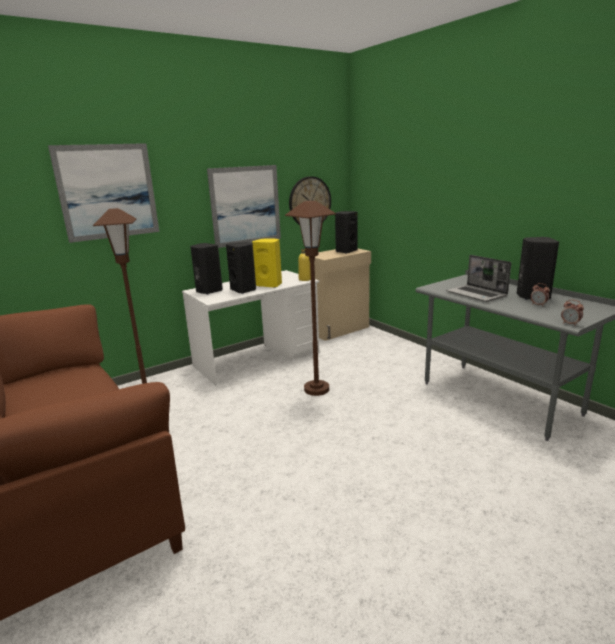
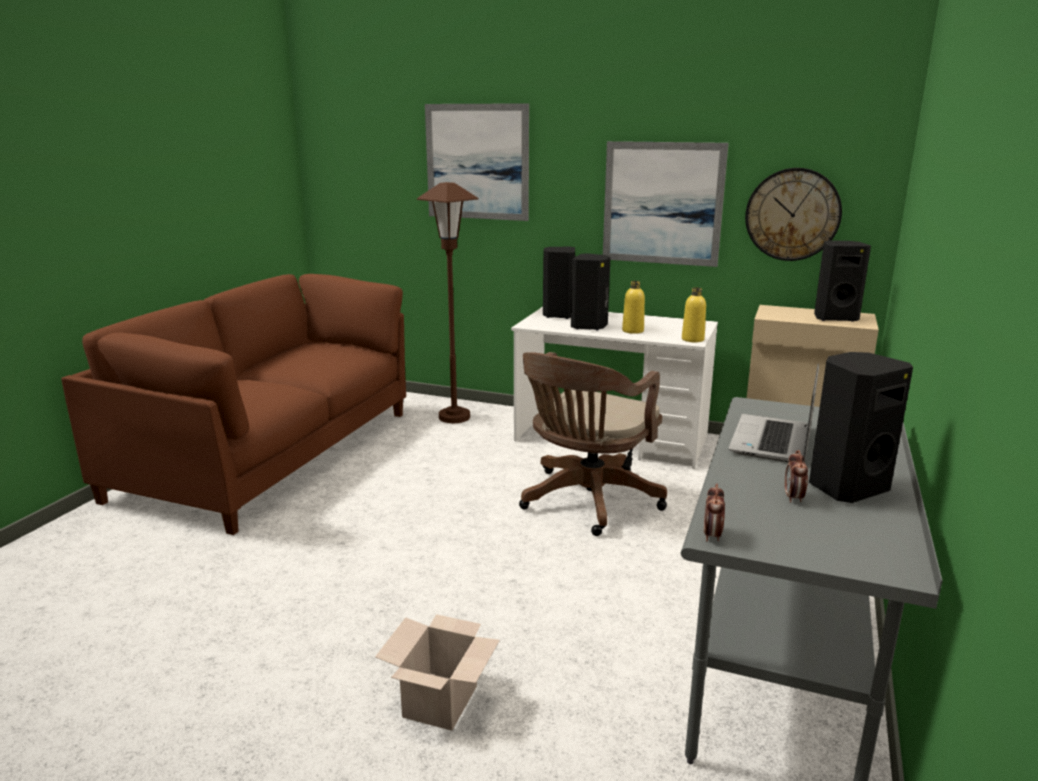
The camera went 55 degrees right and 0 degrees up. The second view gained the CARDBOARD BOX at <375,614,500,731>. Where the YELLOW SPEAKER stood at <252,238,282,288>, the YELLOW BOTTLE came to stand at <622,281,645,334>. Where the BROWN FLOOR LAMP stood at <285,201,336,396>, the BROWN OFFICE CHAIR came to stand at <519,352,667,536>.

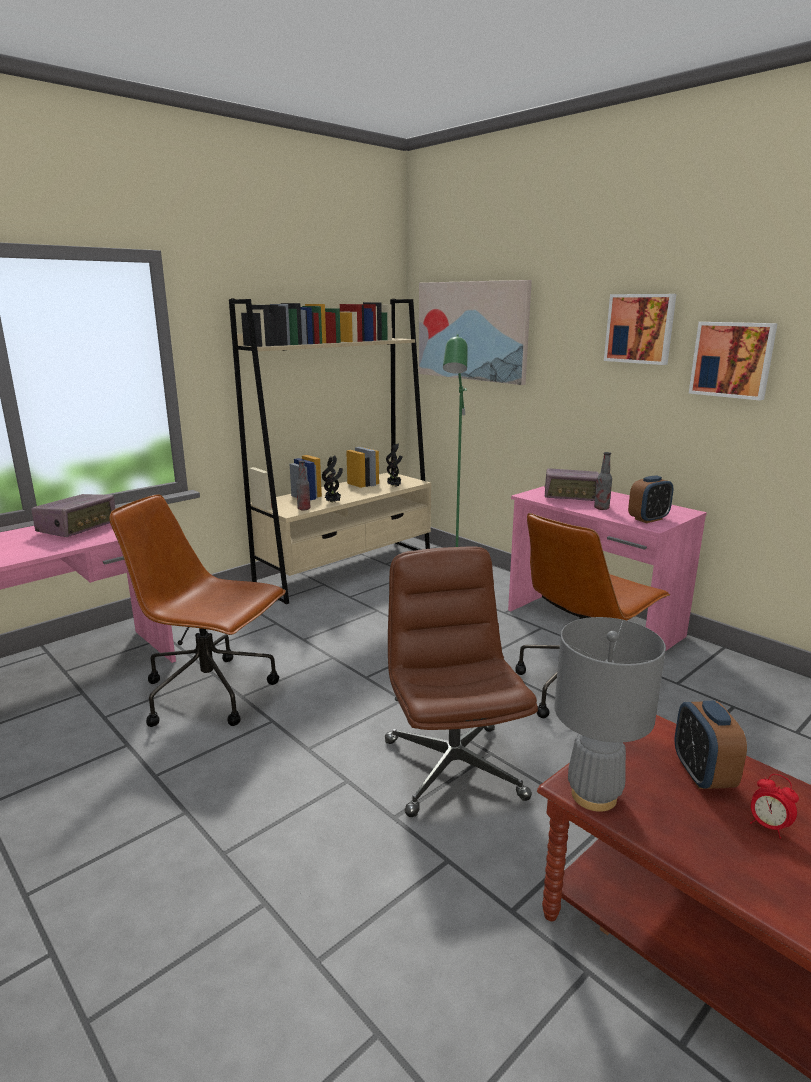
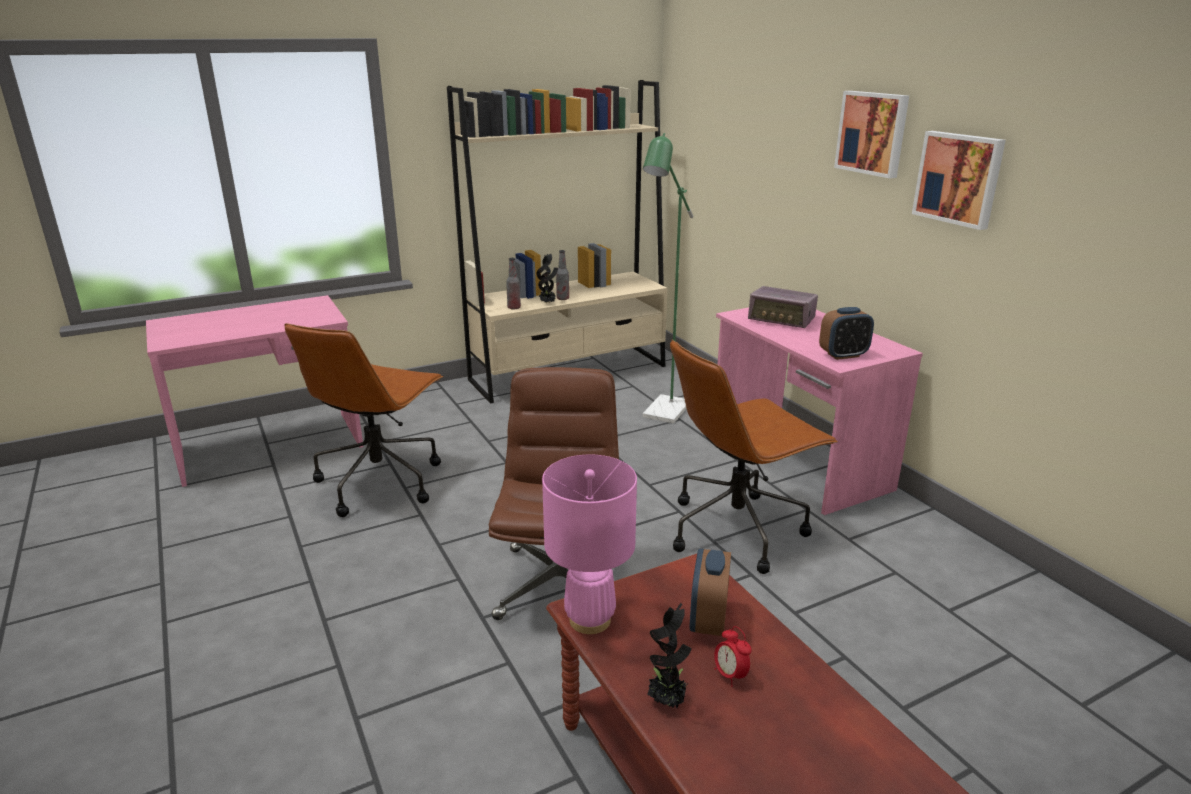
The camera went 15 degrees right and 5 degrees up. The second view lost the RADIO at <31,494,115,537>. The second view lost the PICTURE at <419,280,532,385>. The POTTED PLANT ended up elsewhere, having gone from <386,443,403,487> to <647,603,692,708>. The BOTTLE ended up elsewhere, having gone from <594,452,612,510> to <556,250,569,300>. What was the GREY TABLE LAMP at <554,617,666,812> turned into the PINK TABLE LAMP at <542,454,637,634>. The BROWN OFFICE CHAIR at <109,494,286,727> ended up facing another way, 105 degrees counterclockwise from before.

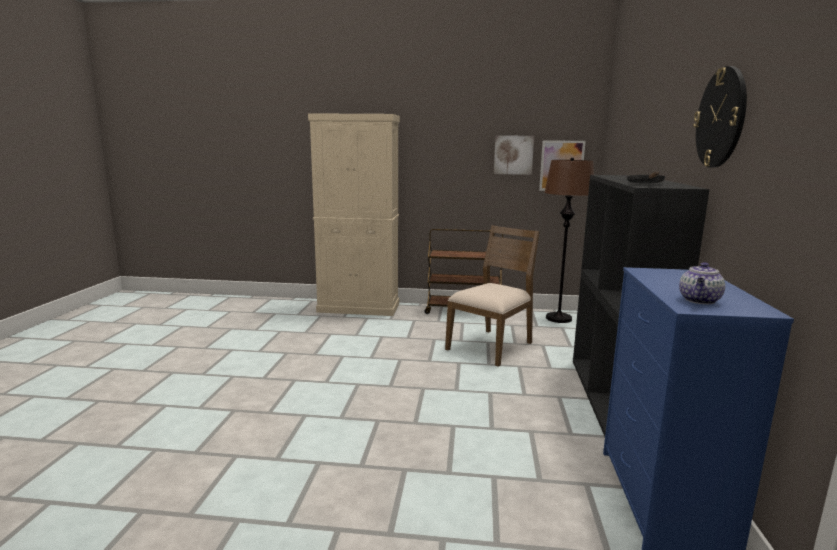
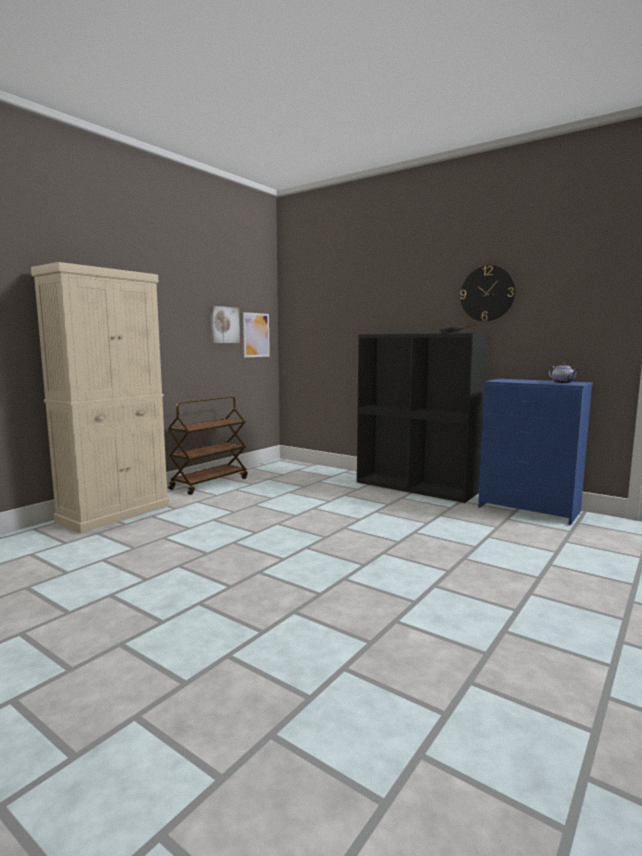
The camera went 60 degrees left and 5 degrees down. The second view lost the BROWN CHAIR at <445,225,540,367>. The second view lost the BROWN FLOOR LAMP at <545,157,594,323>.

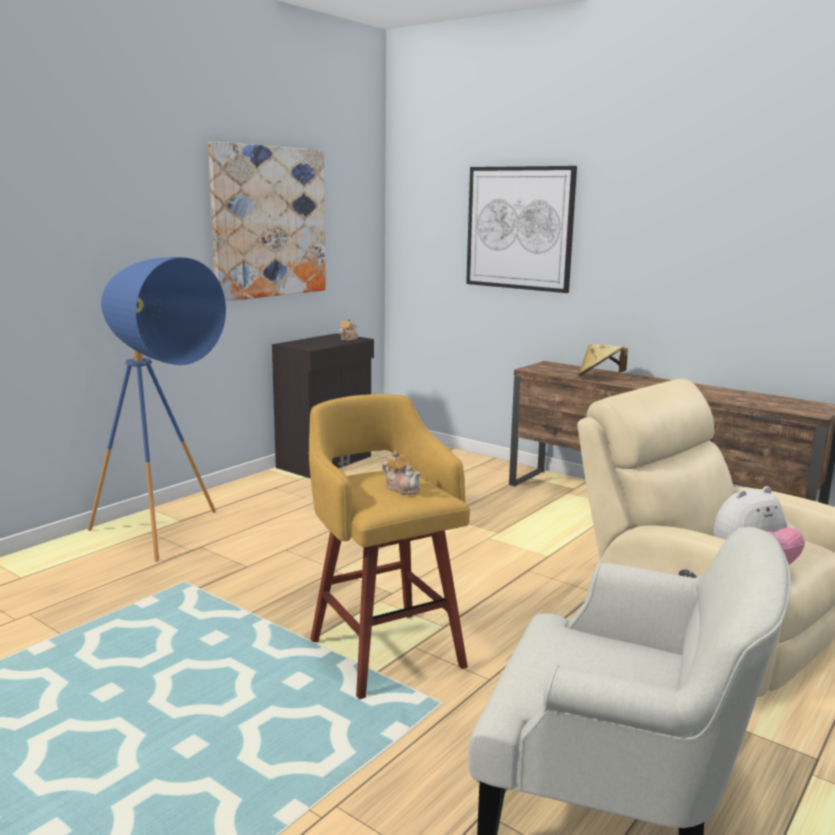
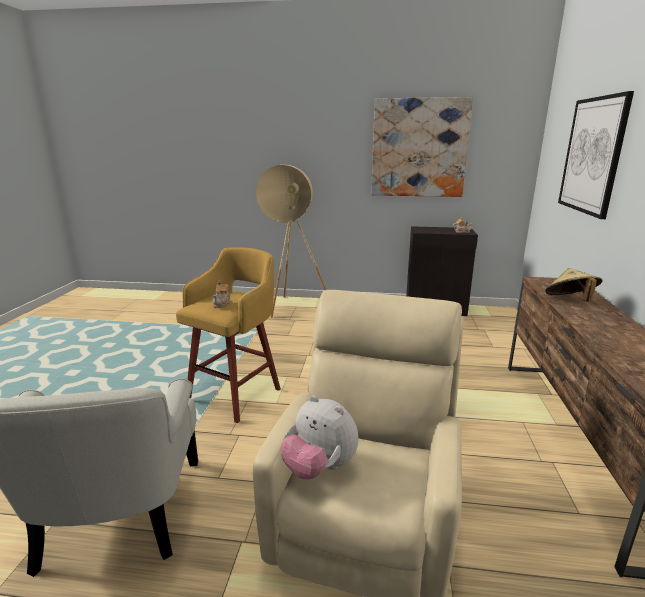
The camera went 60 degrees right and 5 degrees up. What was the BLUE FLOOR LAMP at <88,257,226,562> turned into the BEIGE FLOOR LAMP at <256,165,326,318>.

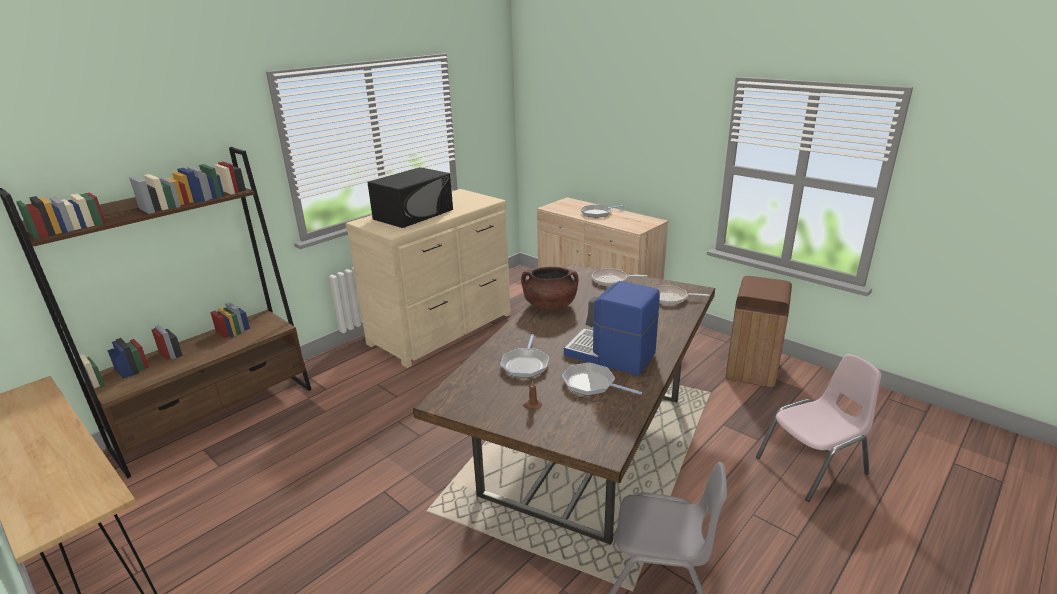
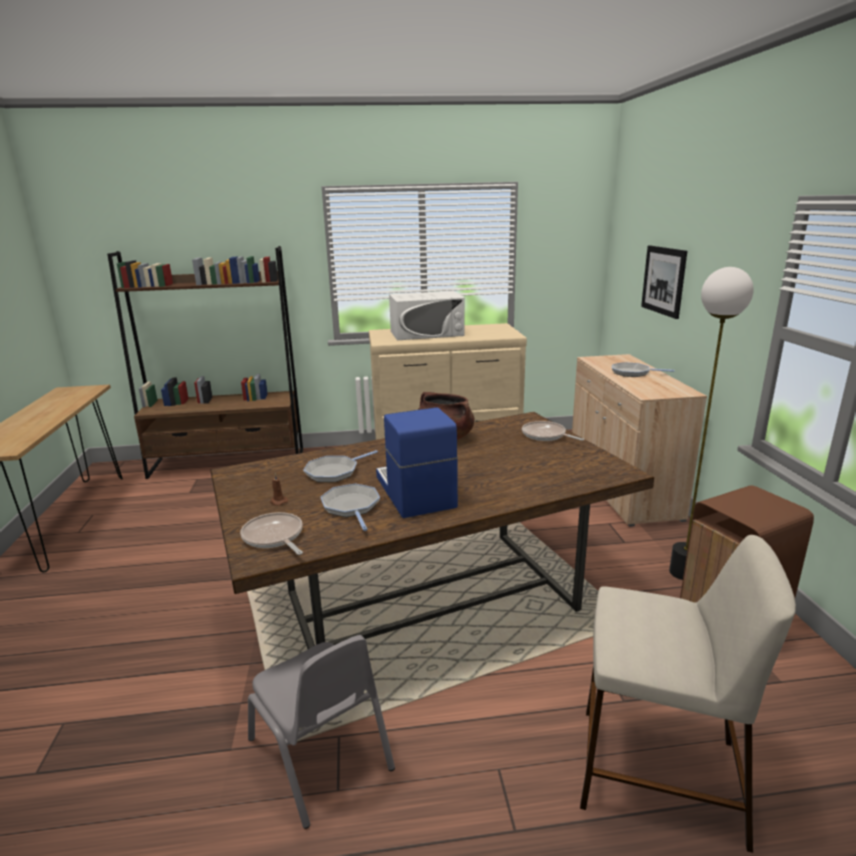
The camera went 40 degrees right and 5 degrees down. The second view gained the PICTURE at <641,245,687,319>. The second view gained the FLOOR LAMP at <669,267,754,580>. The FRYING PAN ended up elsewhere, having gone from <653,285,710,305> to <240,512,303,555>. Where the PINK CHAIR stood at <756,354,881,502>, the BEIGE STOOL came to stand at <580,535,796,853>. What was the BLACK MICROWAVE at <367,167,453,228> turned into the WHITE MICROWAVE at <389,291,464,340>.

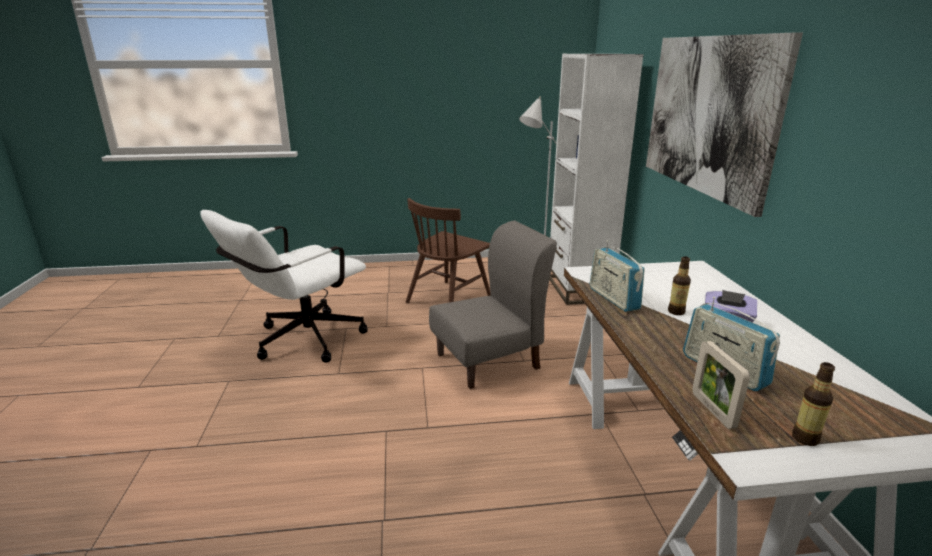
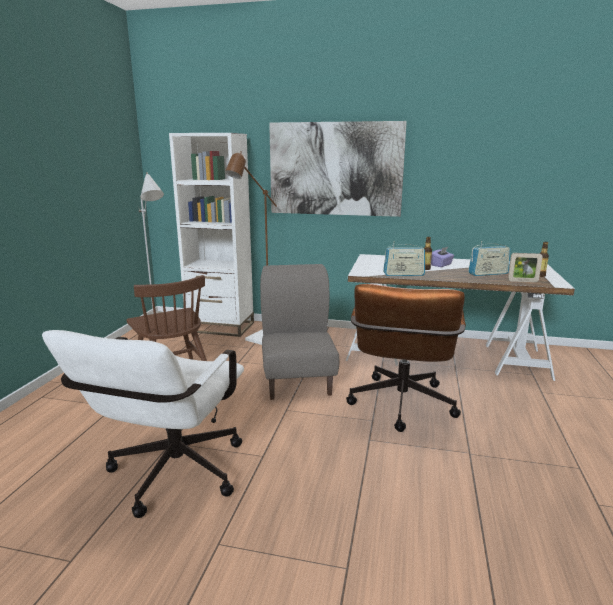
The camera went 70 degrees left and 5 degrees down. The second view gained the BROWN FLOOR LAMP at <225,151,281,345>. The second view gained the BROWN OFFICE CHAIR at <346,284,466,432>. The WHITE OFFICE CHAIR at <200,210,367,363> ended up facing another way, 45 degrees clockwise from before.

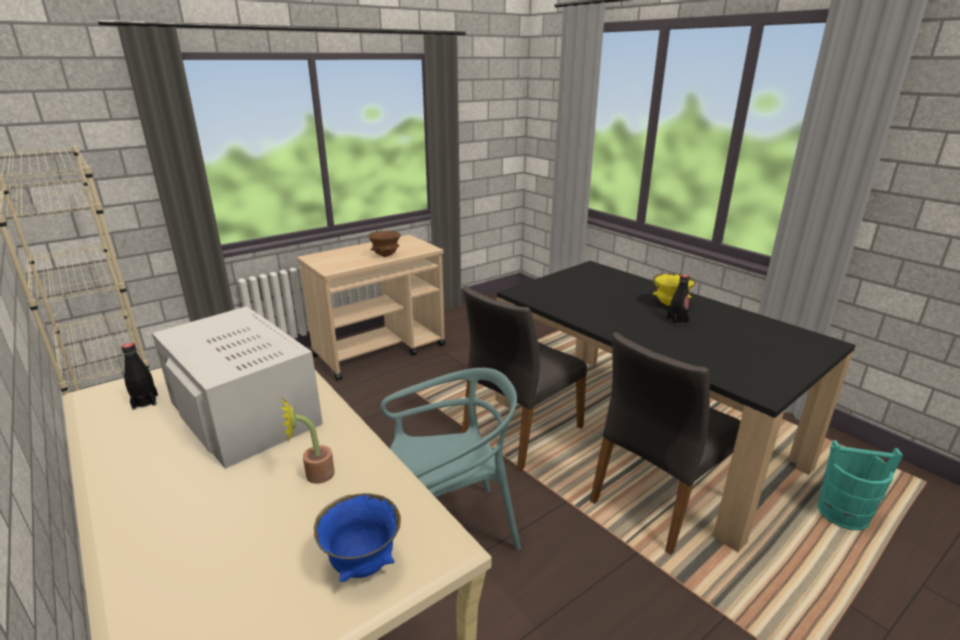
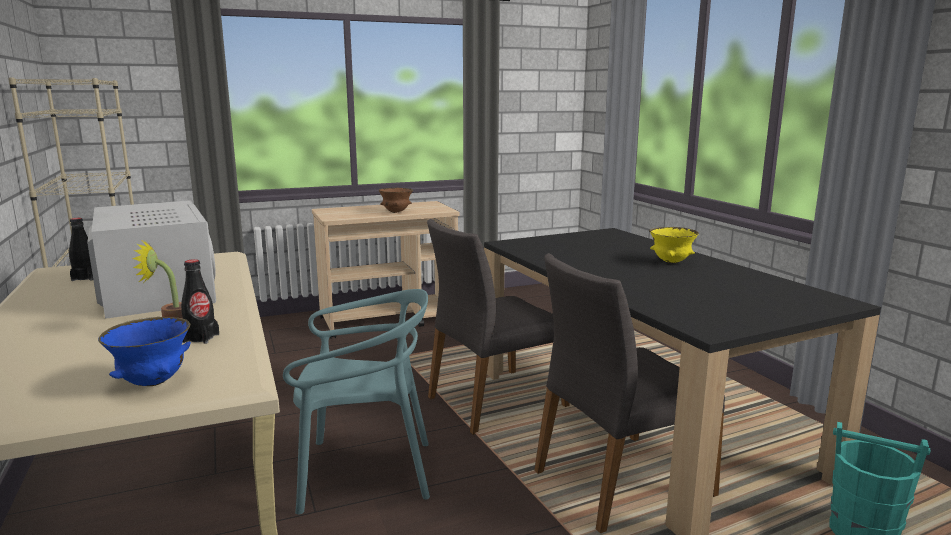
The camera went 15 degrees right and 10 degrees down. The BLACK BOTTLE ended up elsewhere, having gone from <667,275,689,325> to <181,259,219,344>.

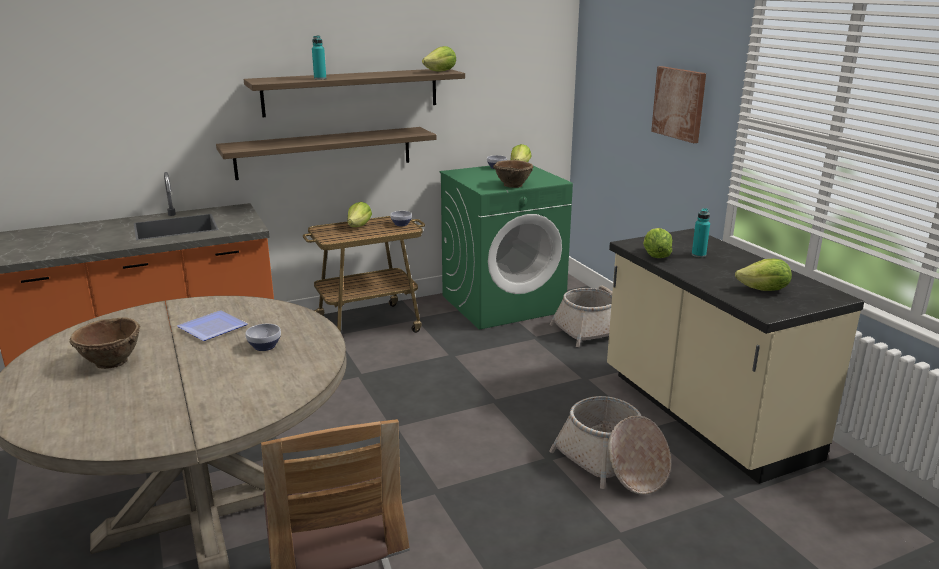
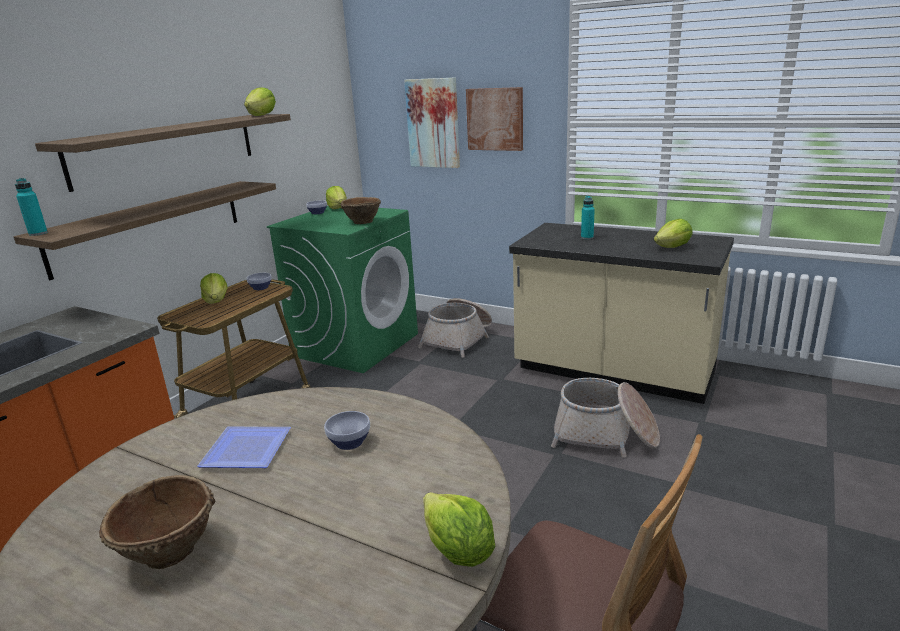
The camera went 35 degrees left and 0 degrees up. The second view gained the PICTURE at <404,78,460,168>. The TURQUOISE BOTTLE ended up elsewhere, having gone from <312,36,326,79> to <15,178,48,236>. The LETTUCE ended up elsewhere, having gone from <643,228,672,258> to <423,492,495,567>.

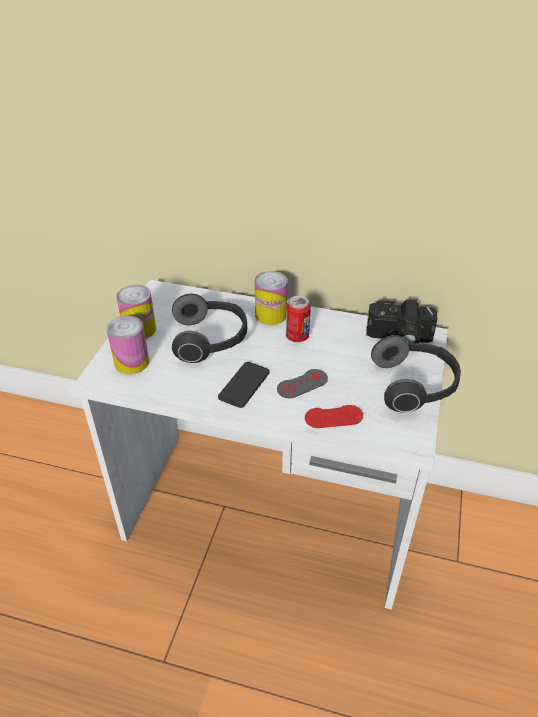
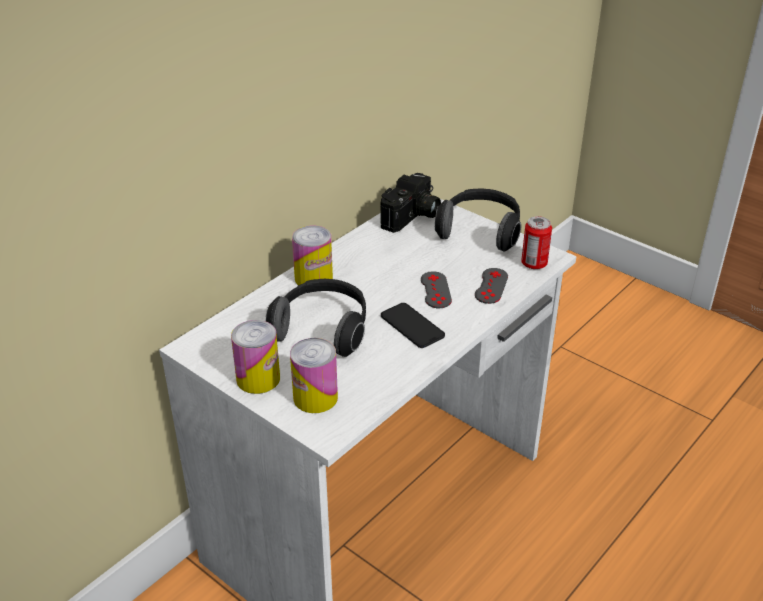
The camera went 65 degrees left and 5 degrees down. The CAN ended up elsewhere, having gone from <286,296,311,342> to <521,216,552,269>. What was the RED GAME CONTROLLER at <305,405,363,428> turned into the GREY GAME CONTROLLER at <475,268,508,304>.

